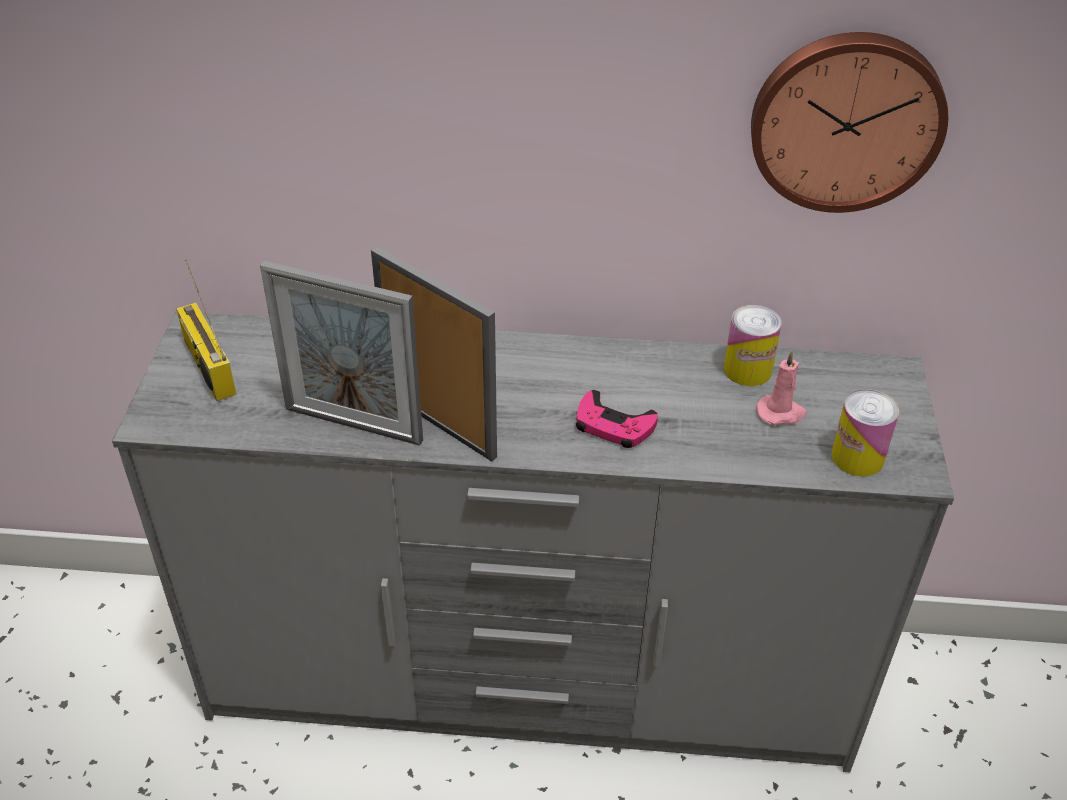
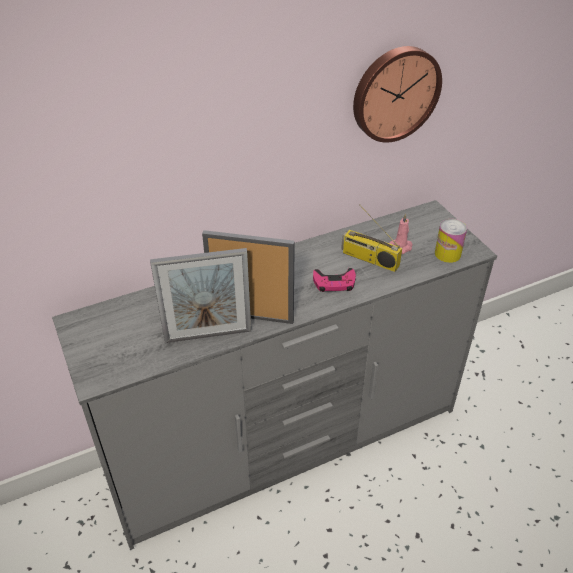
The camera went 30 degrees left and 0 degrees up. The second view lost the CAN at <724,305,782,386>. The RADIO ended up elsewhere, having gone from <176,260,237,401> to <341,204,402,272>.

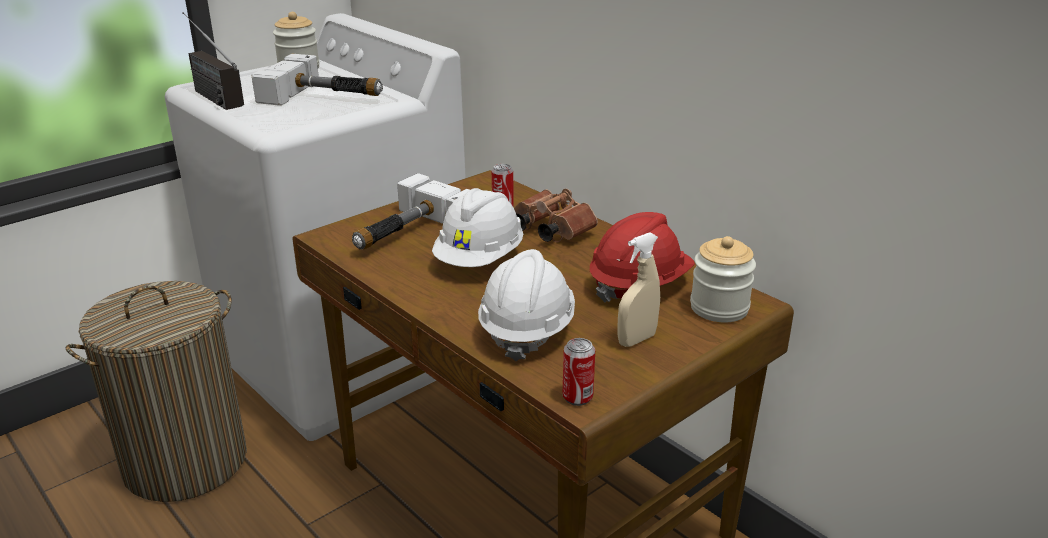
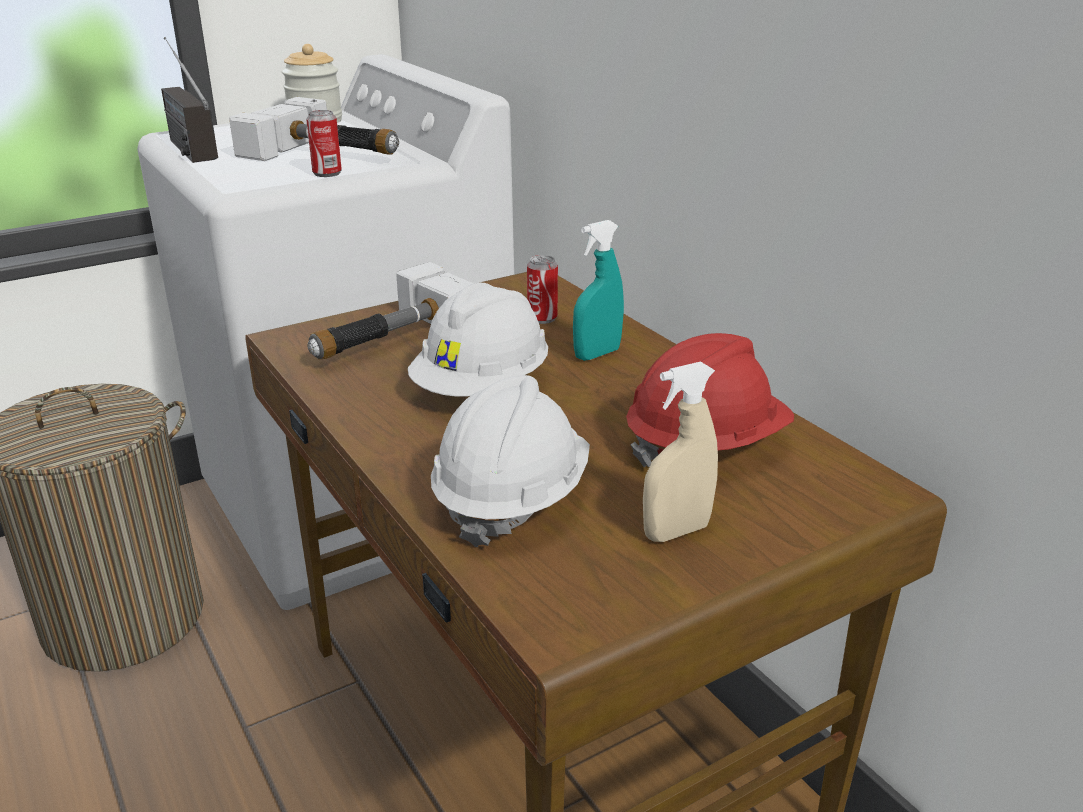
The camera went 10 degrees right and 0 degrees up. The second view lost the JAR at <690,236,756,322>. The CAN ended up elsewhere, having gone from <563,338,595,406> to <306,110,342,177>. Where the BROWN BINOCULARS stood at <514,189,598,243>, the TURQUOISE SPRAY BOTTLE came to stand at <573,220,624,361>.

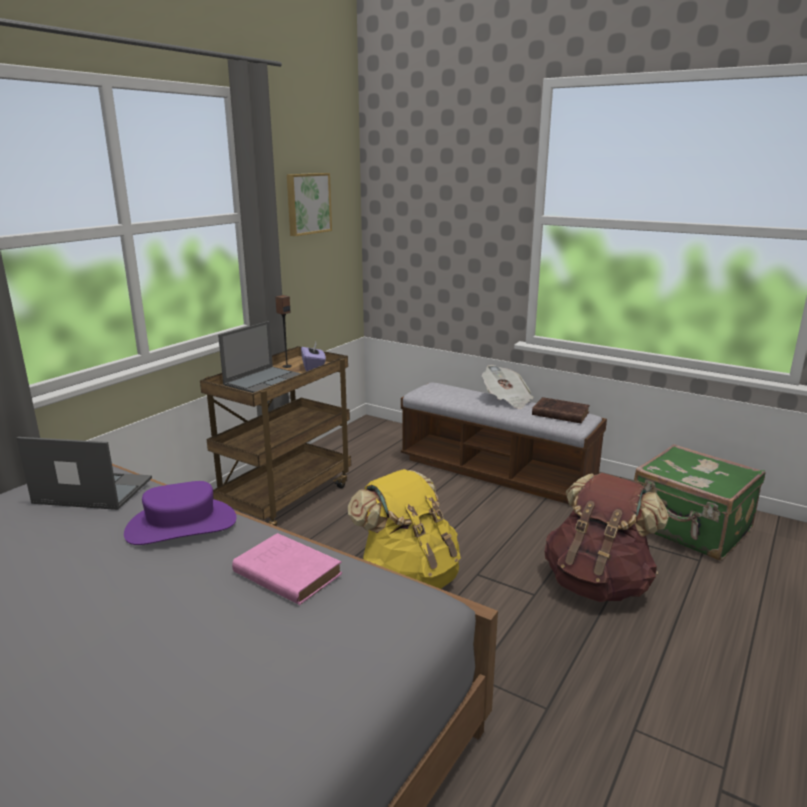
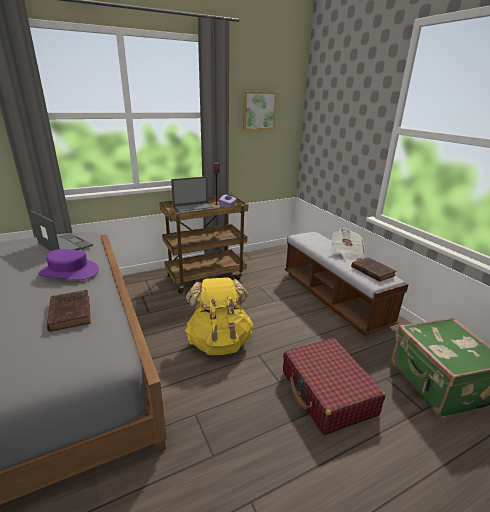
The camera went 30 degrees right and 5 degrees up. Where the BROWN BACKPACK stood at <544,473,669,602>, the RED SUITCASE came to stand at <283,338,385,435>. What was the PINK BOOK at <232,533,342,605> turned into the BROWN BOOK at <47,290,91,332>.

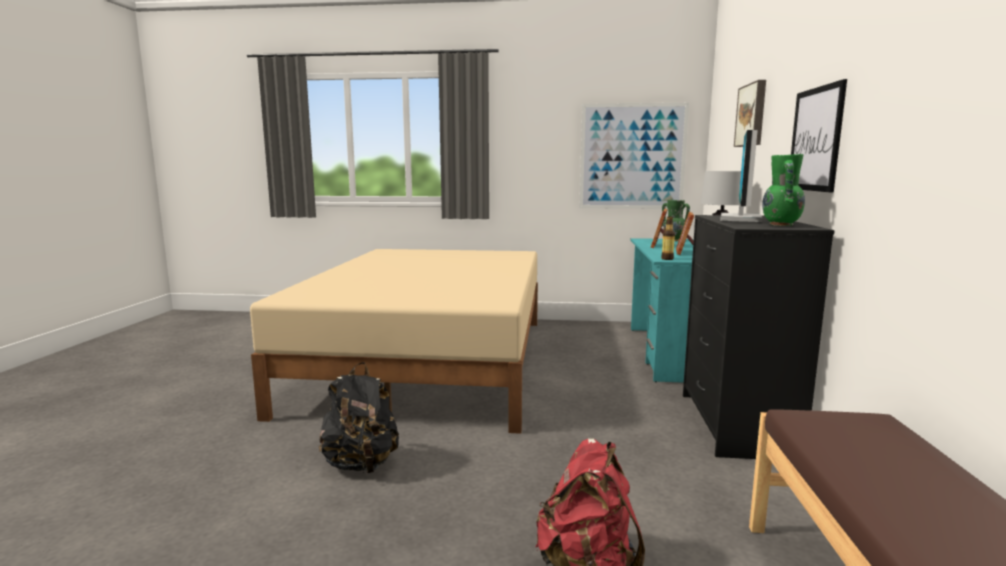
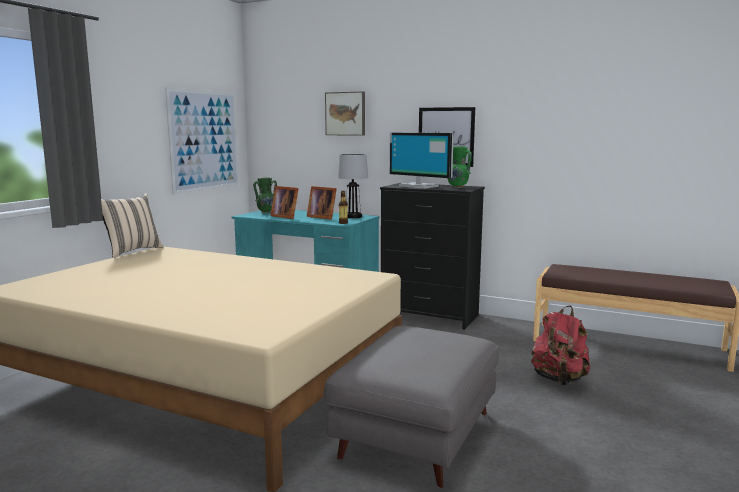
The camera went 70 degrees left and 0 degrees up. The second view gained the BEIGE PILLOW at <101,193,163,258>. Where the BLACK BACKPACK stood at <319,362,399,474>, the GREY OTTOMAN came to stand at <324,326,499,488>.

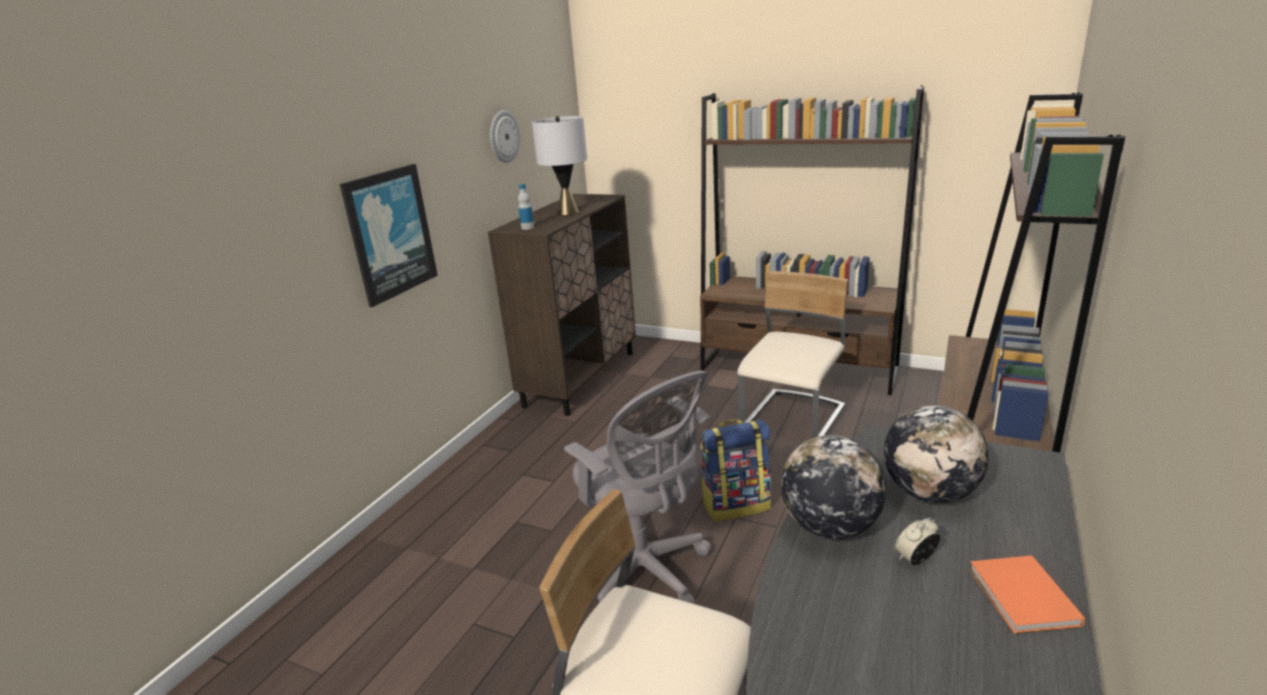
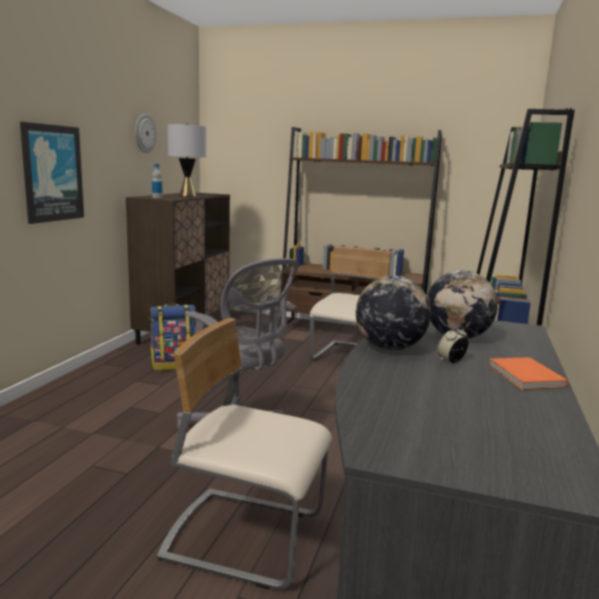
The camera went 10 degrees left and 10 degrees down. The BACKPACK ended up elsewhere, having gone from <701,420,772,521> to <149,304,196,371>.

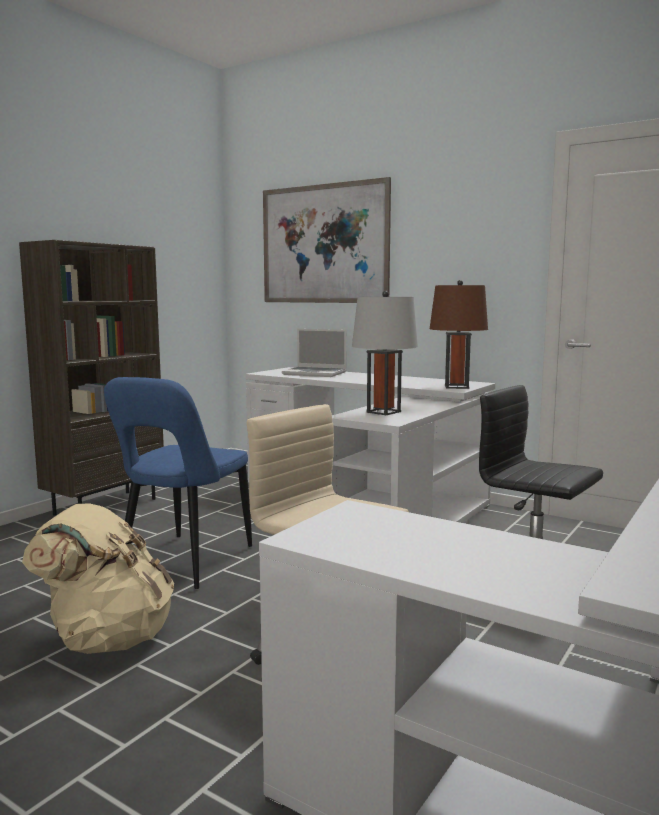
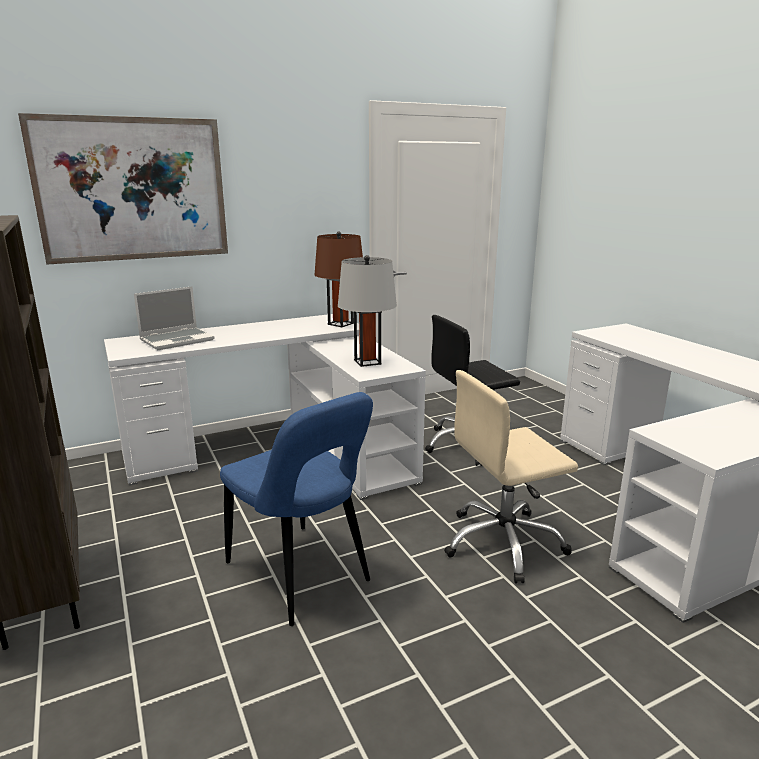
The camera went 60 degrees left and 10 degrees up. The second view lost the BEIGE BACKPACK at <22,503,174,654>.

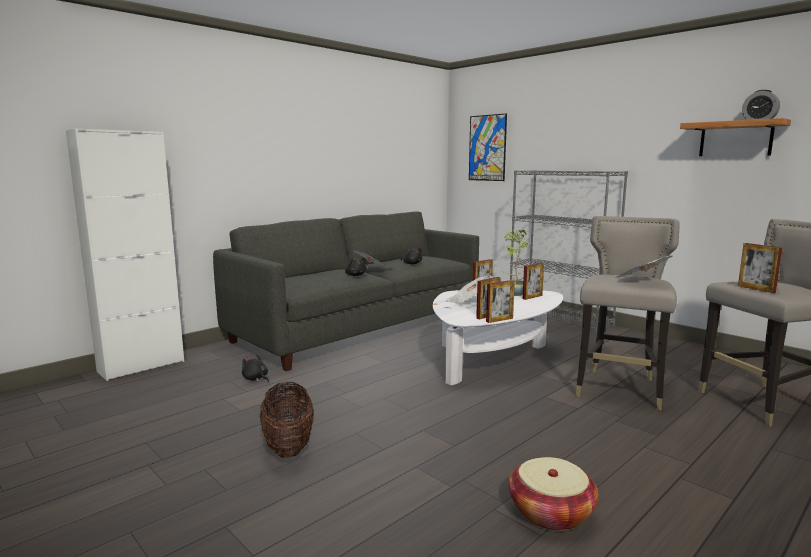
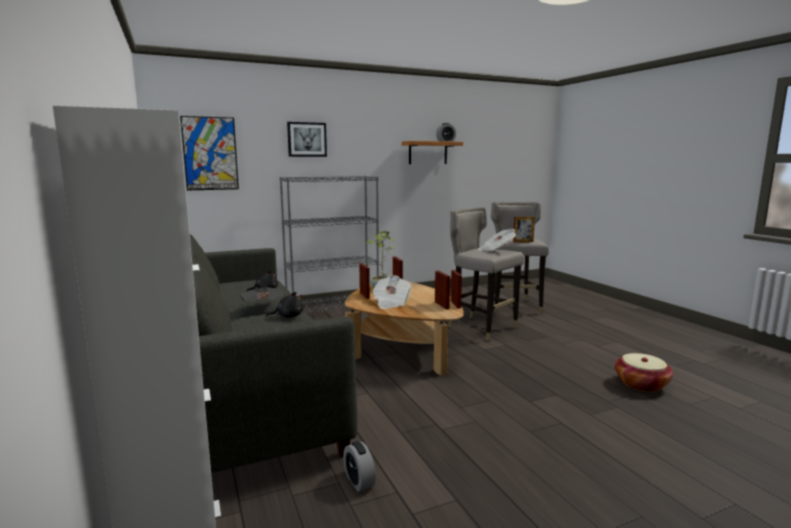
The camera went 70 degrees left and 0 degrees up. The second view lost the BASKET at <259,382,314,458>. The second view gained the PICTURE at <287,122,327,157>. Where the BLACK PLUSH TOY stood at <242,355,269,382>, the ALARM CLOCK came to stand at <343,441,376,492>. What was the WHITE COFFEE TABLE at <433,290,563,386> turned into the BROWN COFFEE TABLE at <345,281,464,376>.

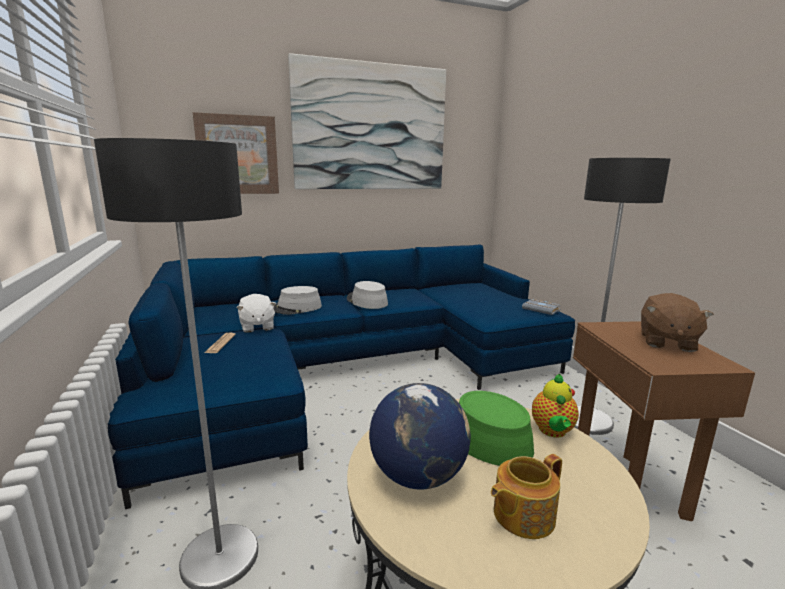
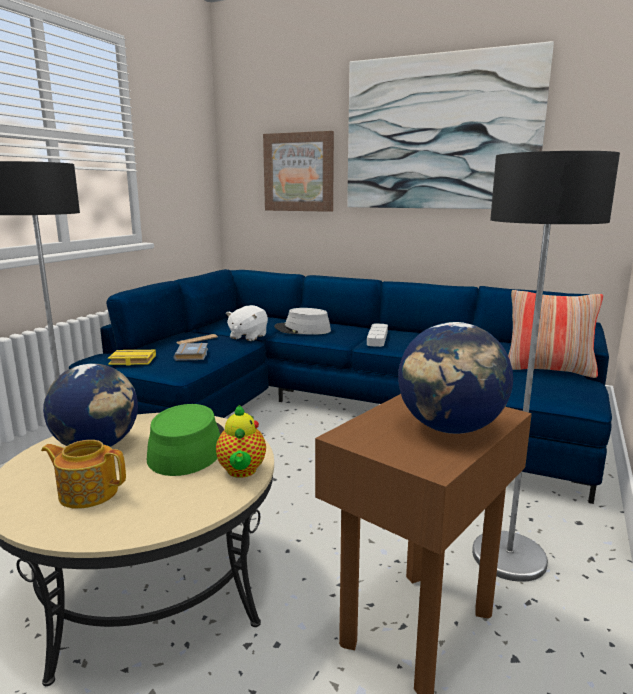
The camera went 45 degrees right and 0 degrees up. The second view gained the YELLOW BOOK at <108,350,156,366>. The second view gained the PILLOW at <508,290,603,378>. The GREY BOOK ended up elsewhere, having gone from <522,299,561,315> to <173,343,208,361>. Where the GREY HAT stood at <347,281,388,309>, the GREY TRAY came to stand at <367,323,388,347>. Where the BROWN PLUSH TOY stood at <641,293,714,352>, the GLOBE came to stand at <398,322,513,434>. The TEAPOT at <532,374,579,438> ended up facing another way, 60 degrees counterclockwise from before.

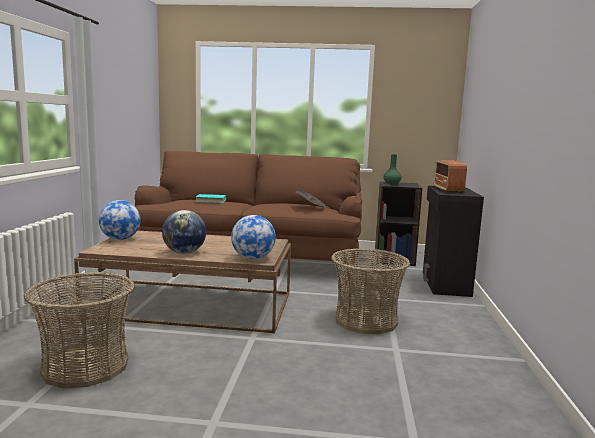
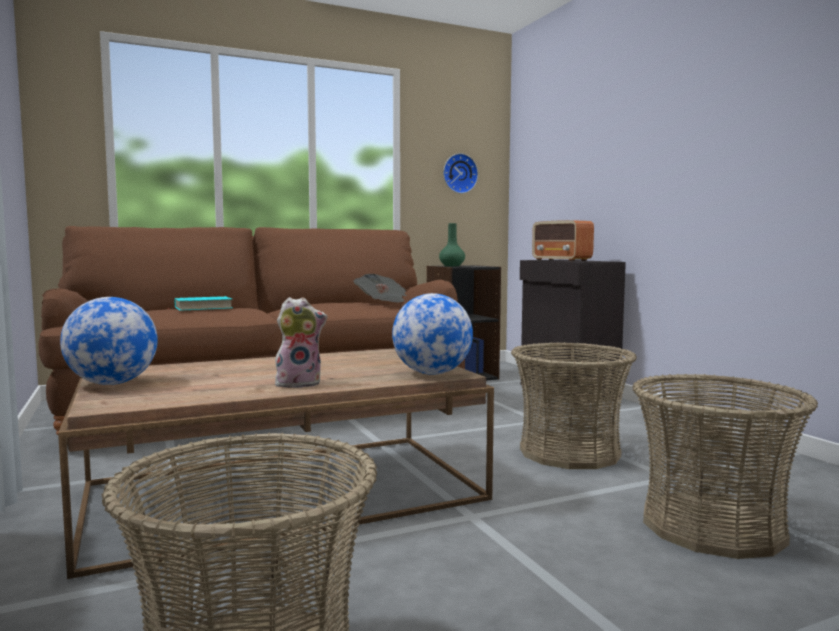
The camera went 30 degrees left and 5 degrees down. The second view gained the WALL CLOCK at <443,153,478,193>. The second view gained the BASKET at <632,374,818,559>. Where the GLOBE stood at <162,210,206,254>, the PLUSH TOY came to stand at <275,297,328,388>.

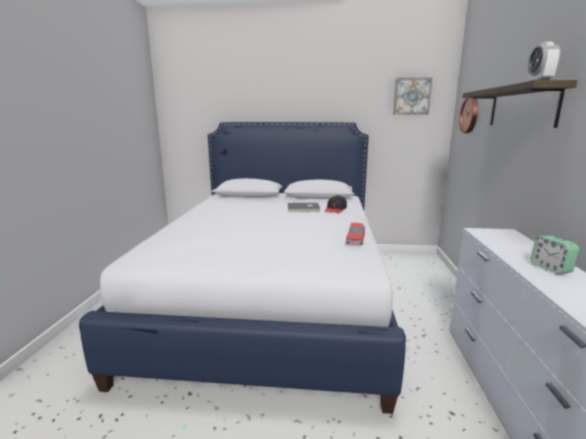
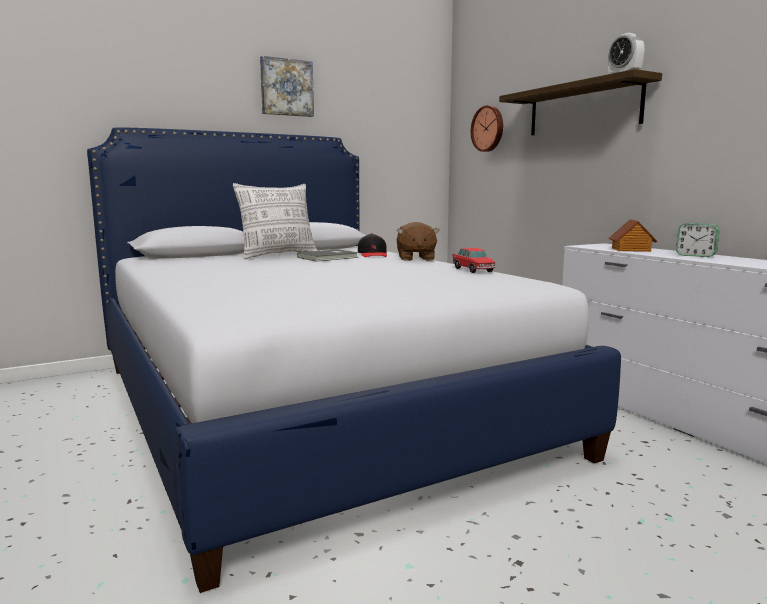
The camera went 35 degrees left and 5 degrees down. The second view gained the PILLOW at <233,183,317,259>. The second view gained the BROWN PLUSH TOY at <397,222,440,261>. The second view gained the TOY HOUSE at <609,219,657,252>. The PICTURE ended up elsewhere, having gone from <393,78,432,114> to <260,56,314,117>.

